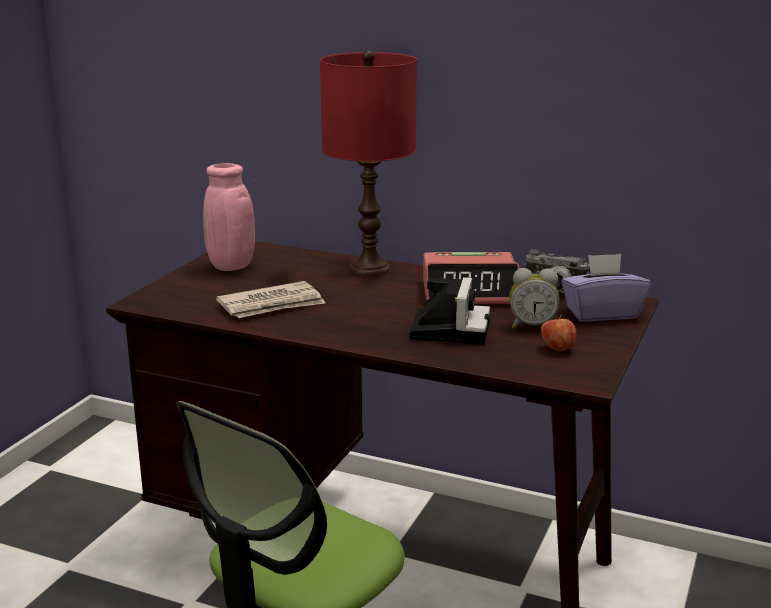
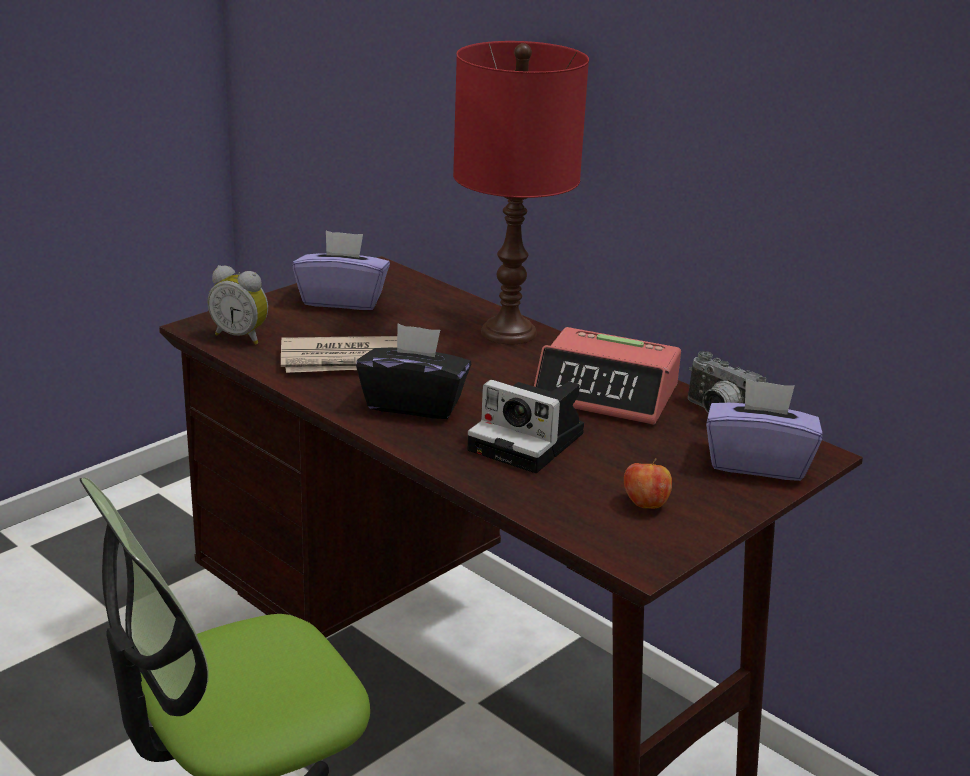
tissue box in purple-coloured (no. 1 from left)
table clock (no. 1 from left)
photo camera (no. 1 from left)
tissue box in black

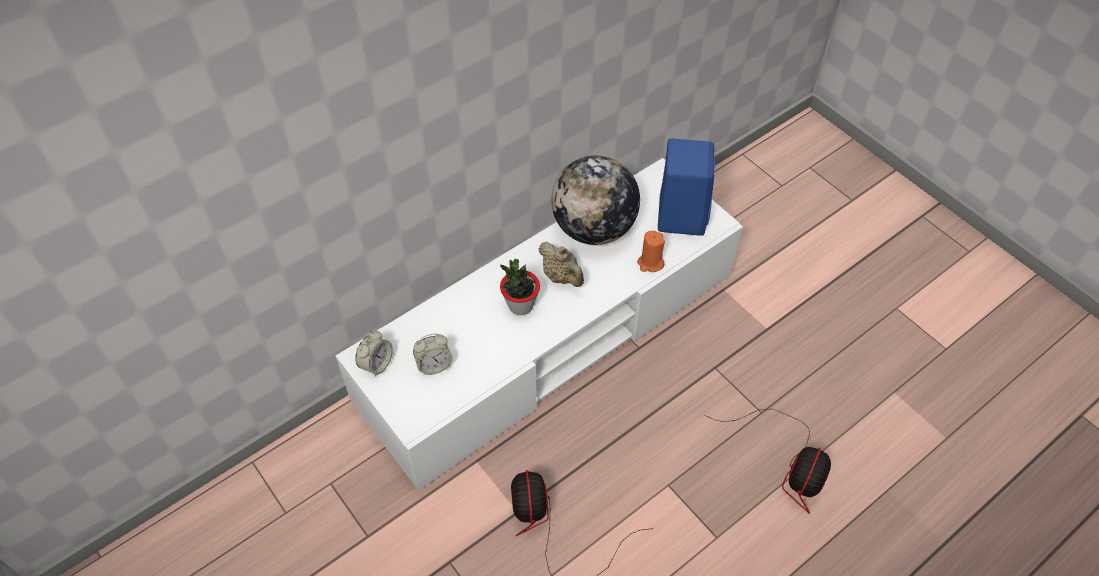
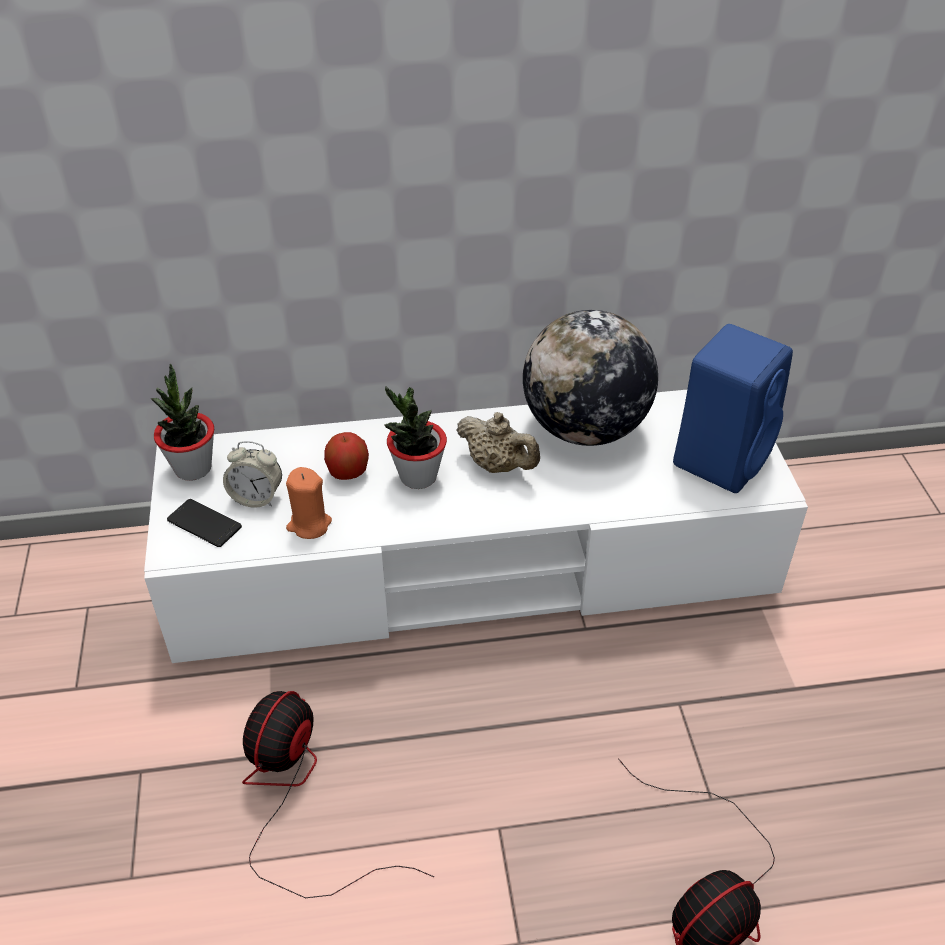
wax light in orangey
tea pot in beige
potted plant (no. 1 from left)
apple fruit
phone

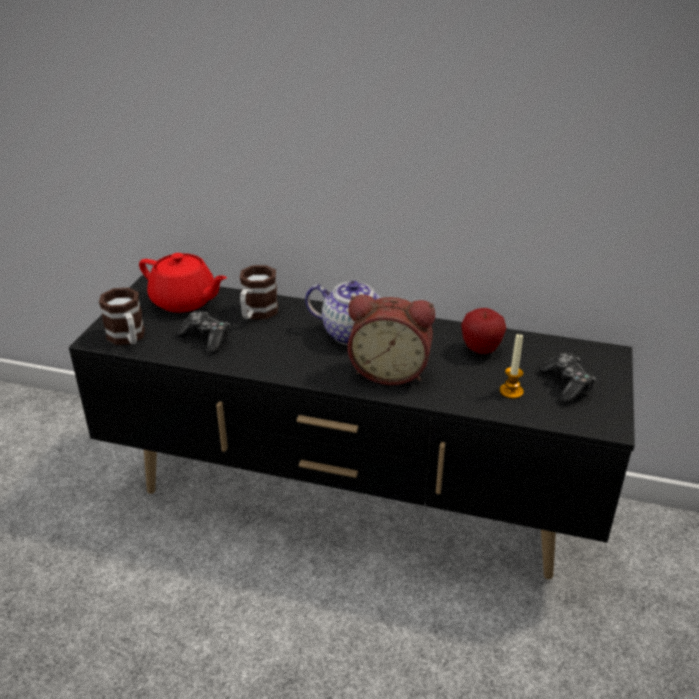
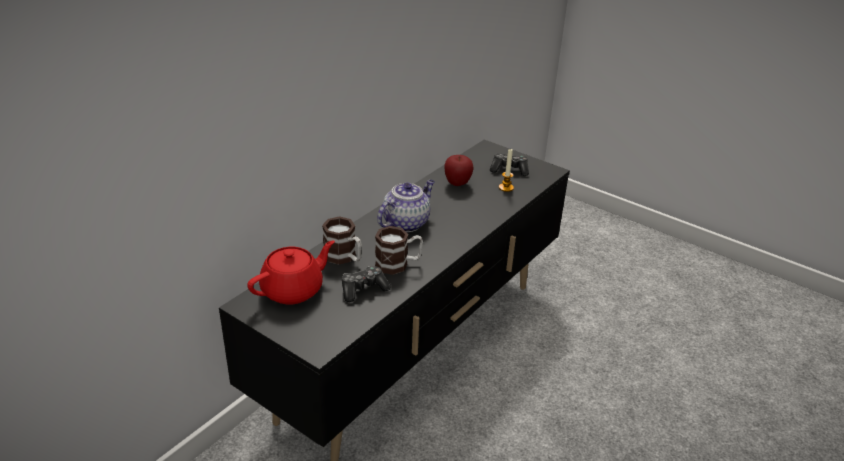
coffee mug (no. 2 from left)
table clock

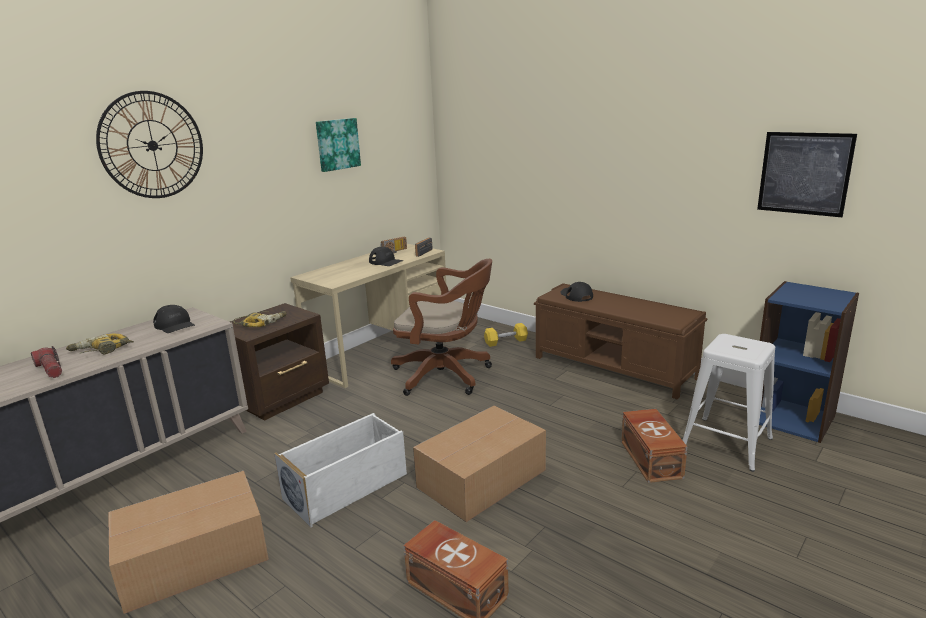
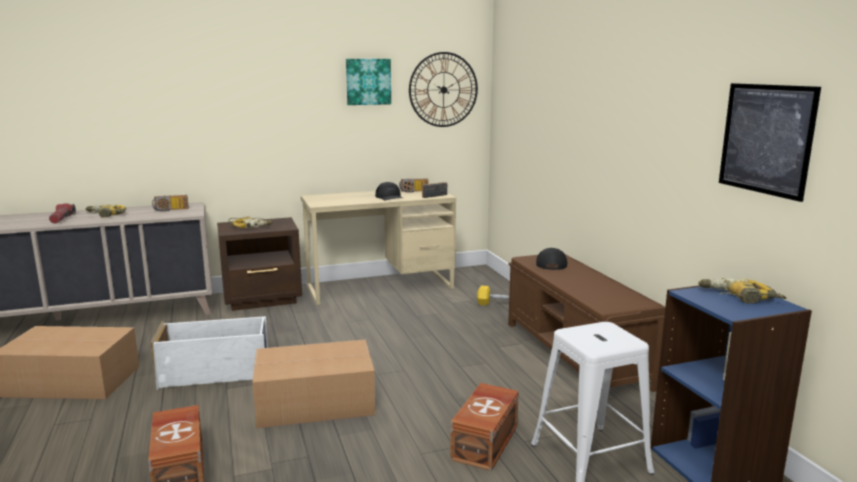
wall clock
desk chair in brown-coloured
radio set (no. 1 from left)
power drill (no. 3 from left)

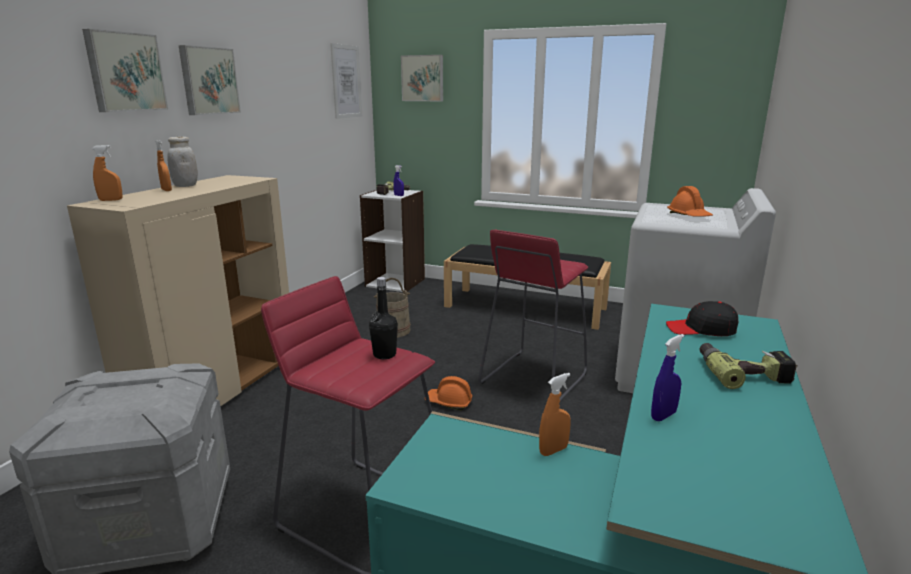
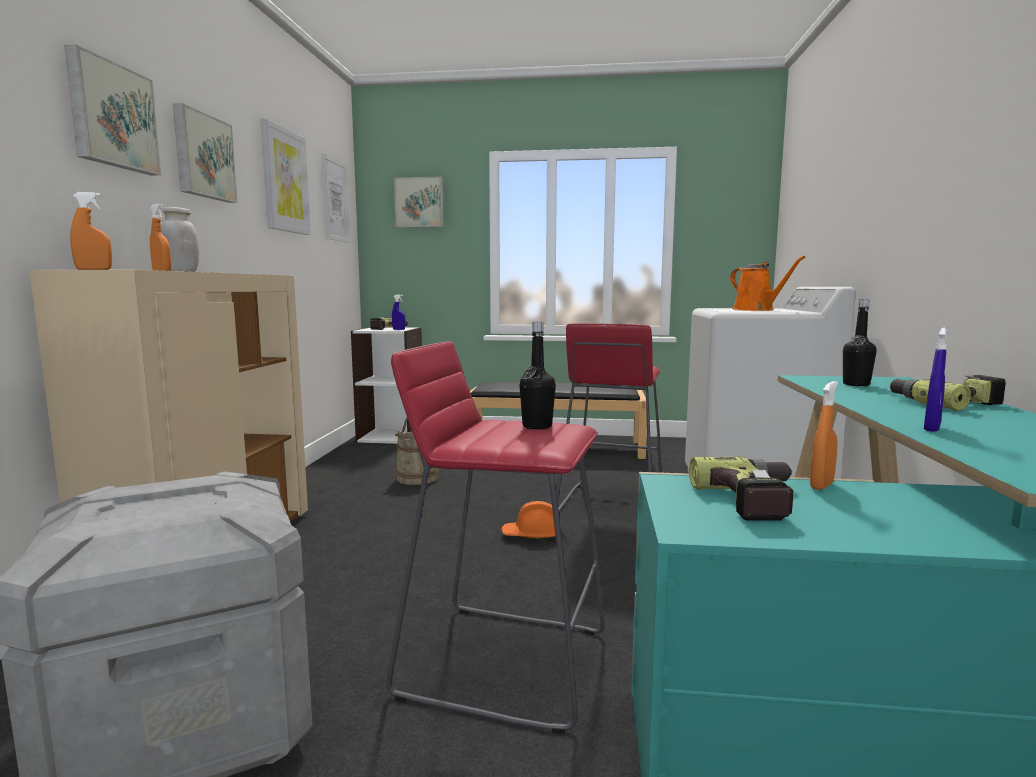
sprinkling can in orangey
beverage bottle in black (no. 2 from left)
wall picture (no. 3 from left)
power drill (no. 2 from left)

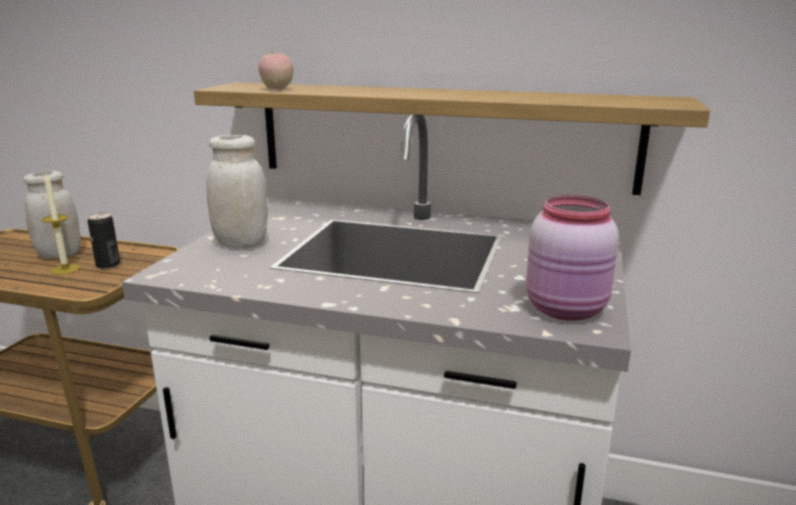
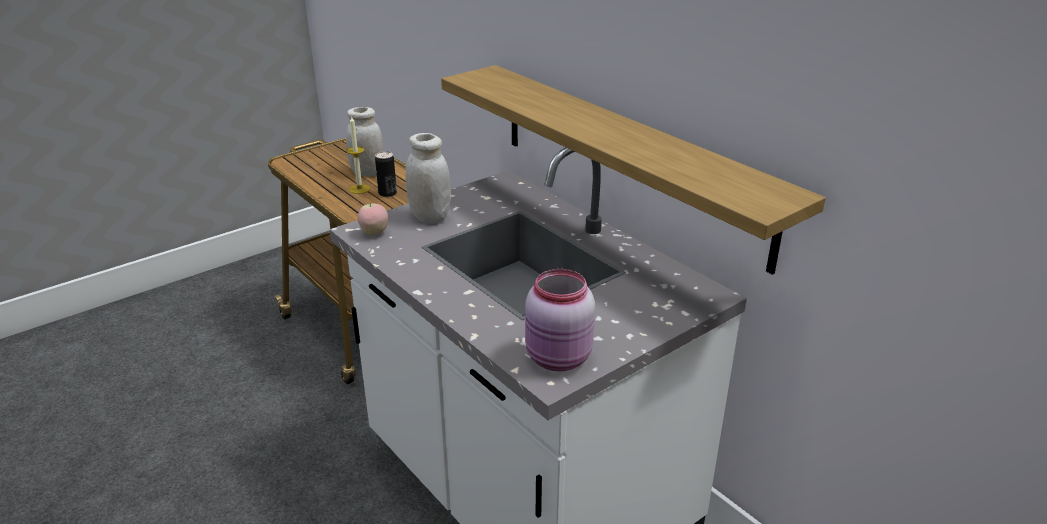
apple fruit

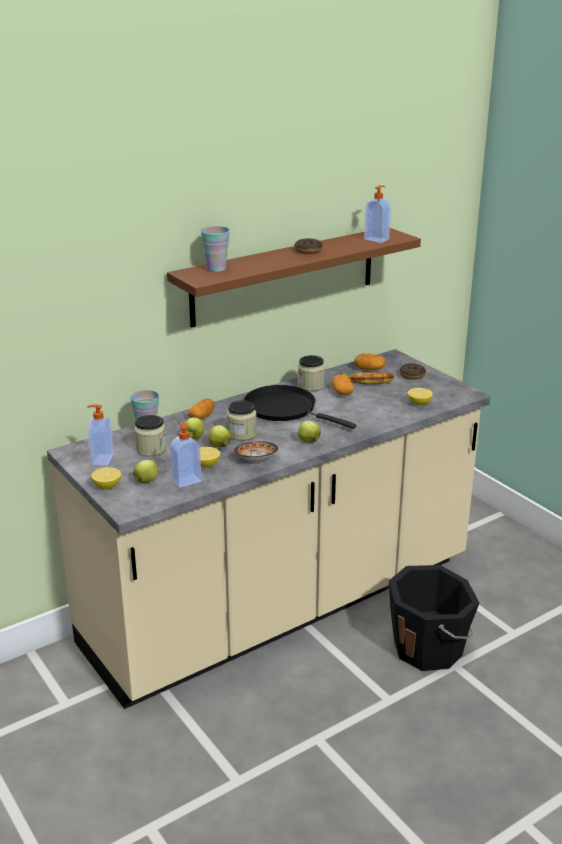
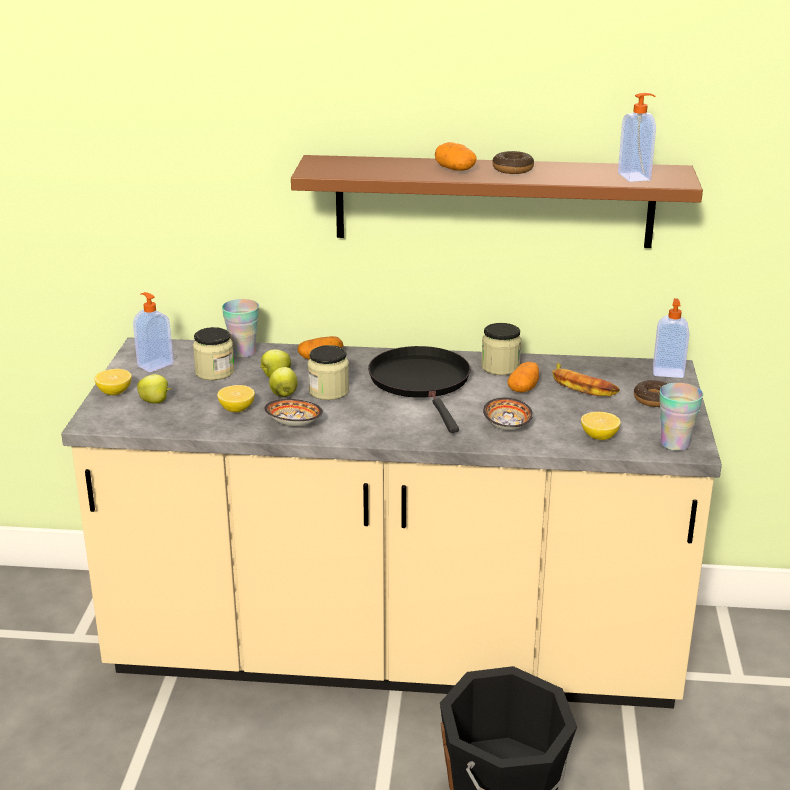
small cup (no. 2 from left)
potato (no. 2 from left)
apple fruit (no. 4 from left in the first image)
liquid soap bottle (no. 3 from left)
bowl (no. 2 from left)

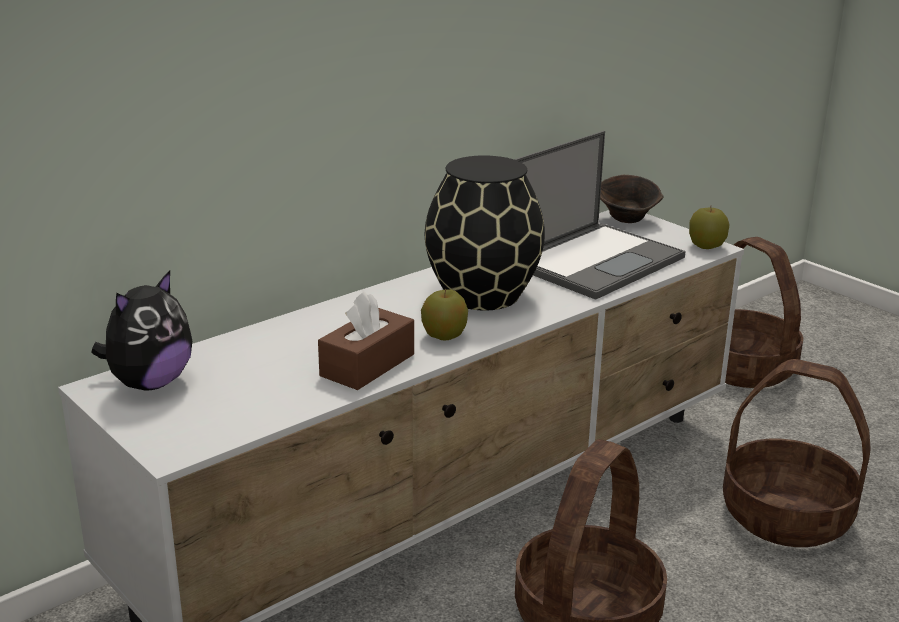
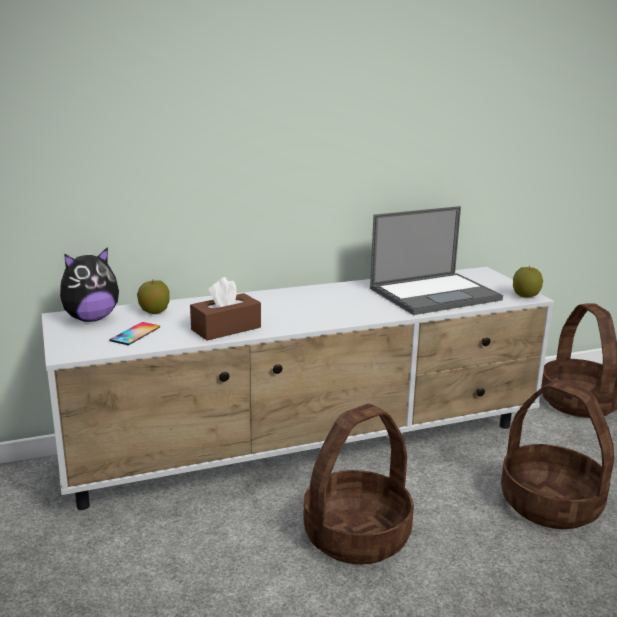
vase in black
bowl in brown-coloured
apple fruit (no. 1 from left)
phone

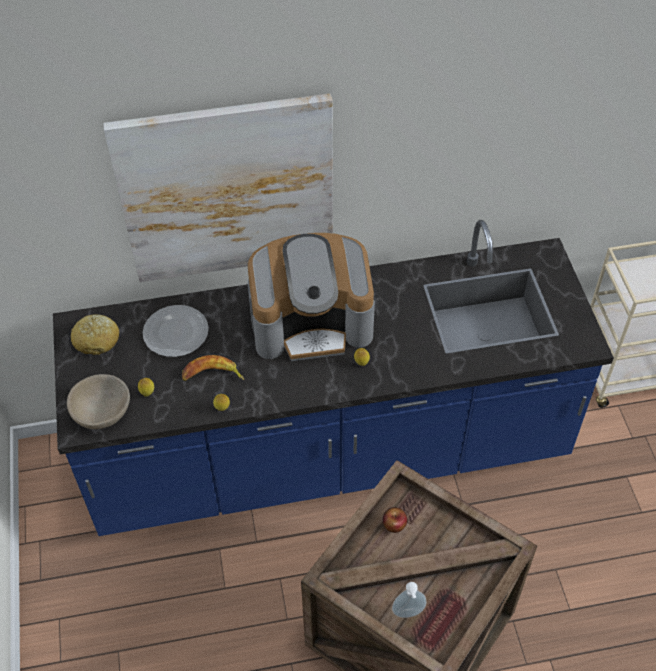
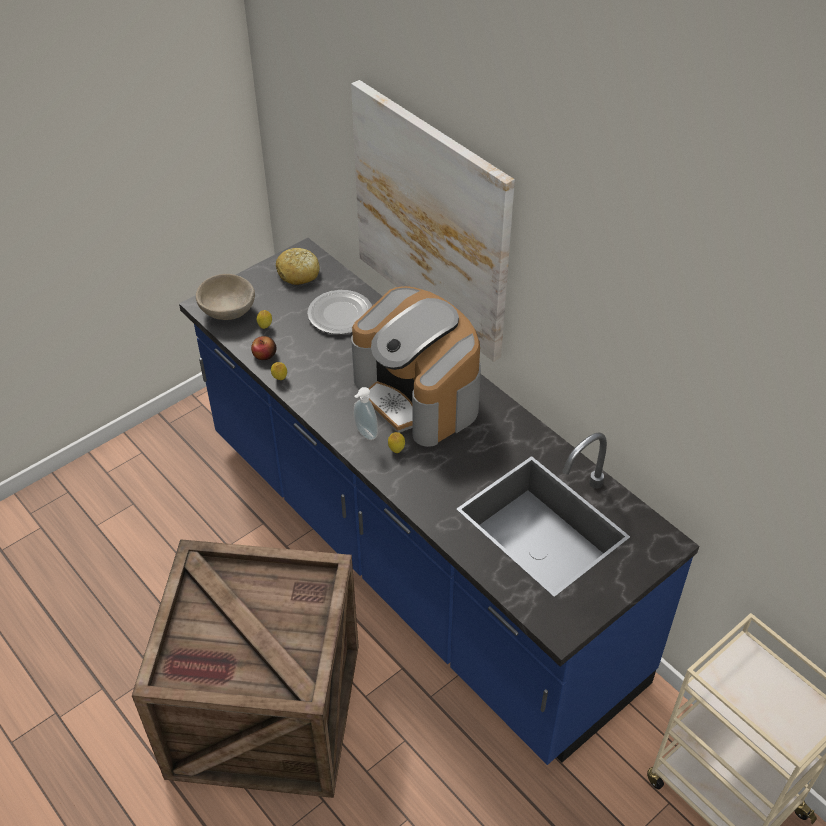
whole banana
apple fruit
liquid soap bottle

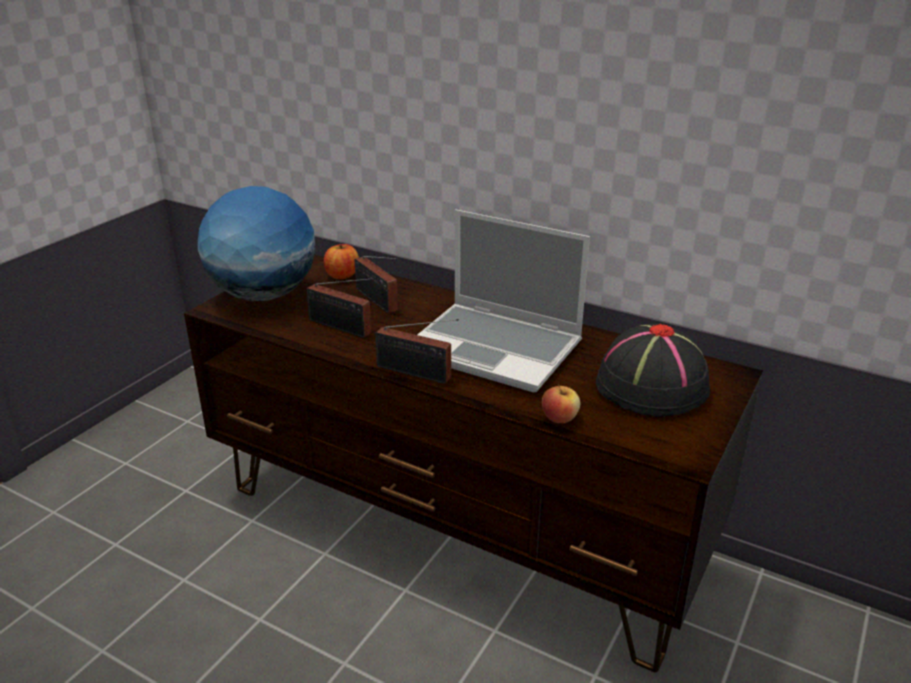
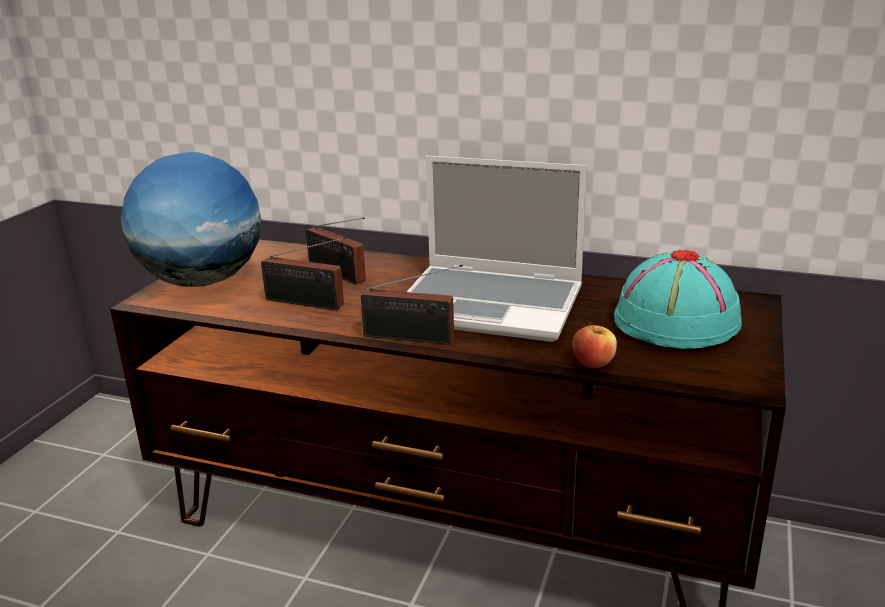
apple fruit (no. 1 from left in the first image)
hat in turquoise

